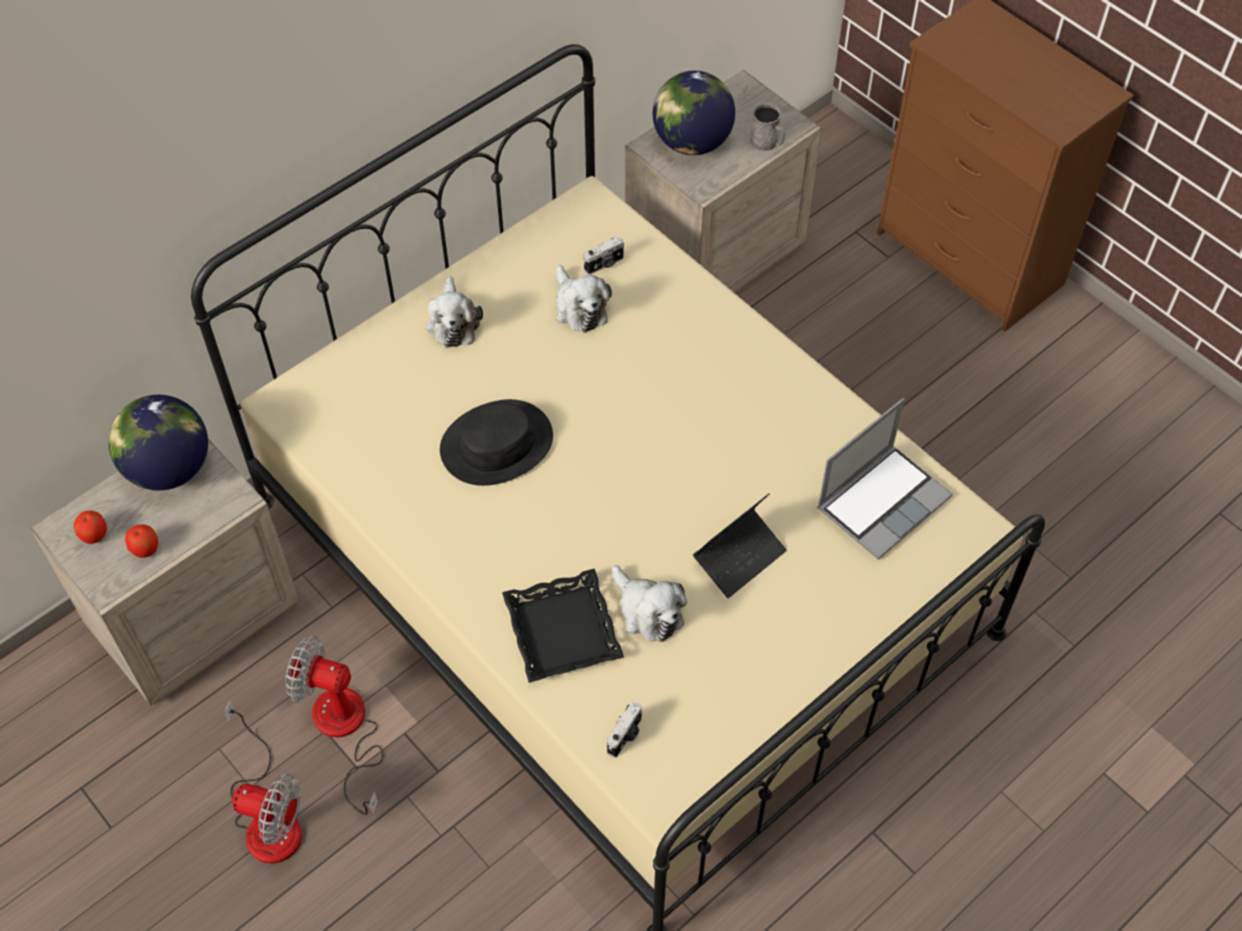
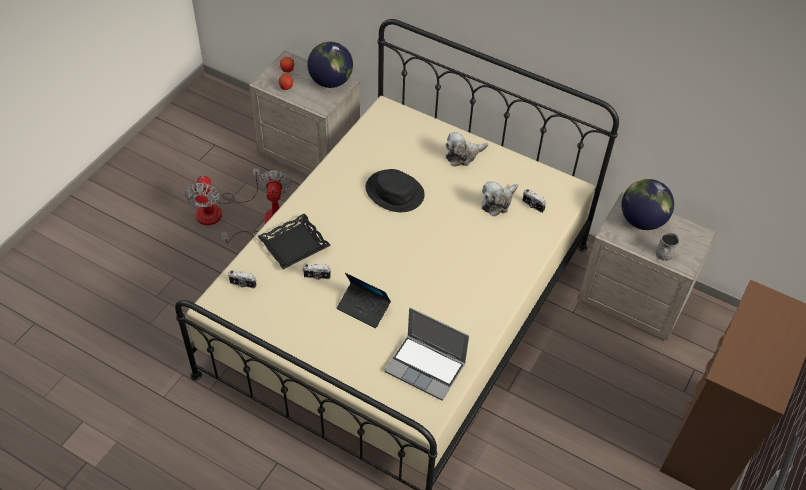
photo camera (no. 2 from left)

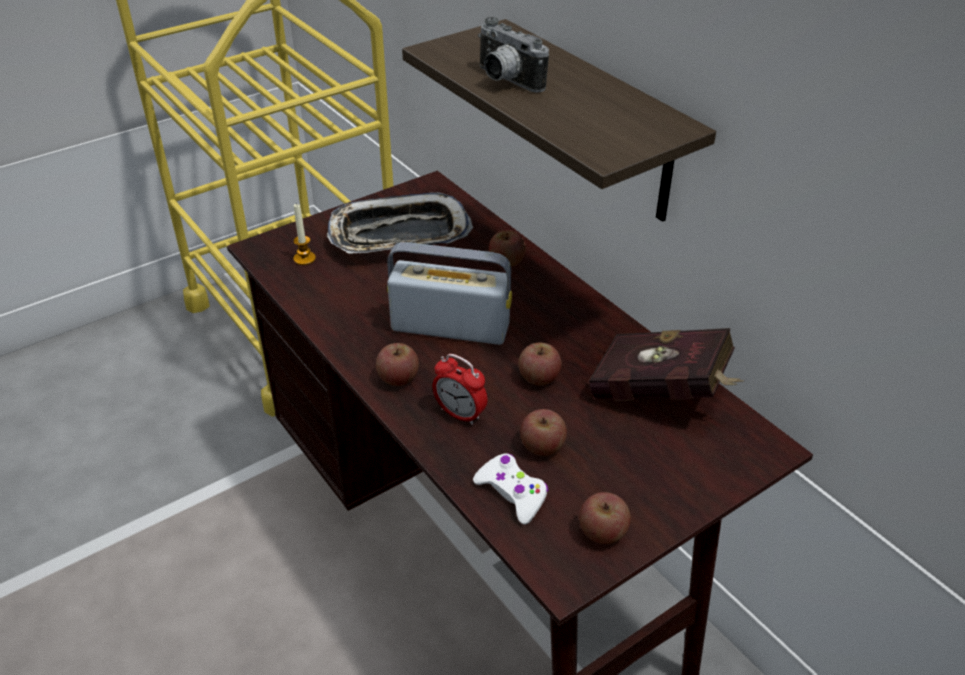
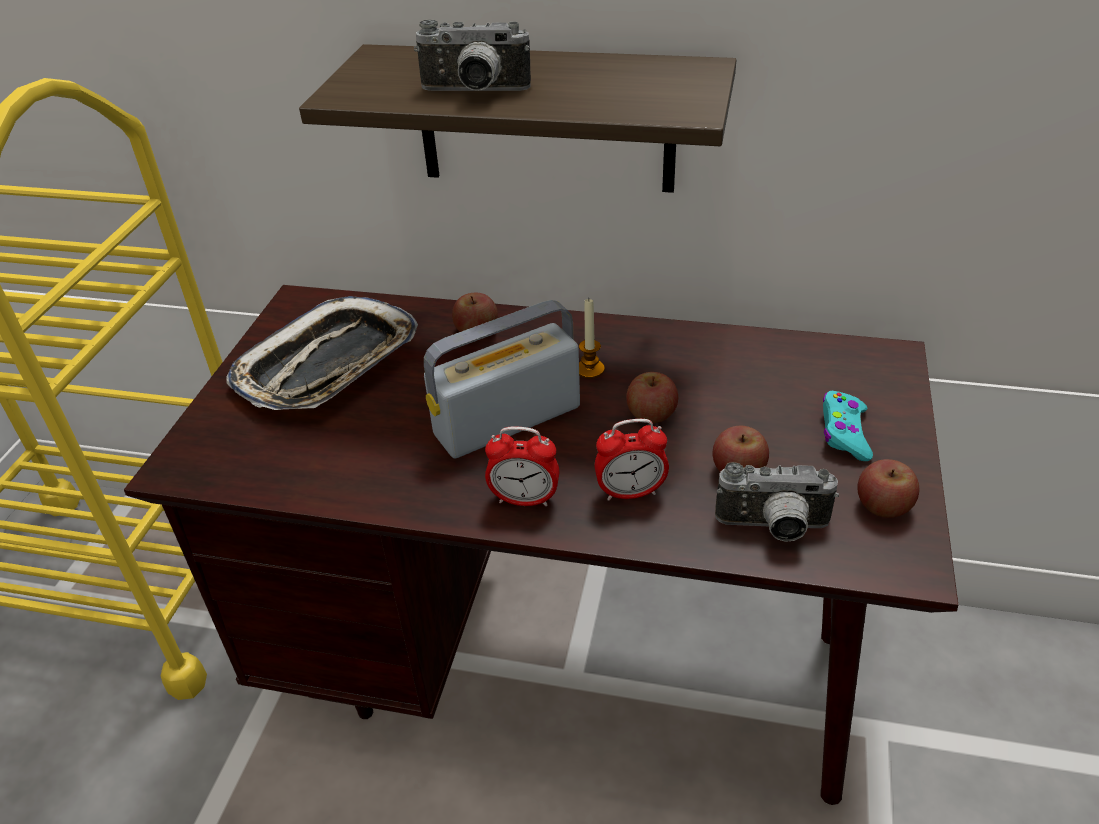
wax light
volume in red-coloured
table clock (no. 1 from left)
photo camera (no. 2 from left)
joypad in turquoise

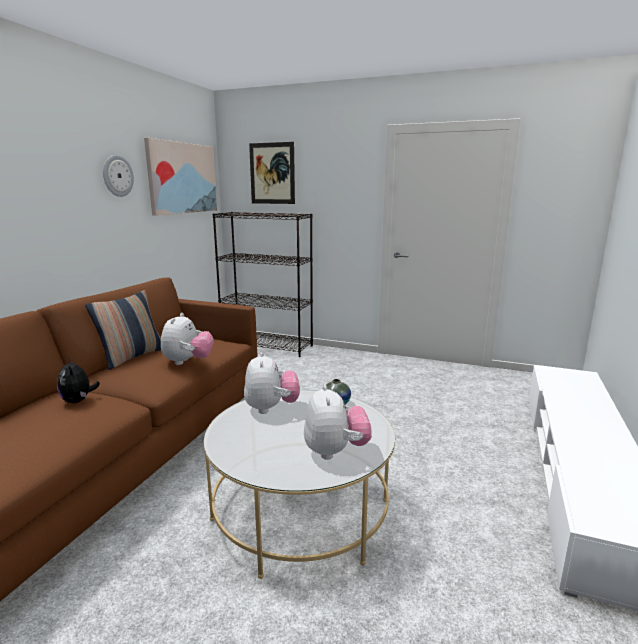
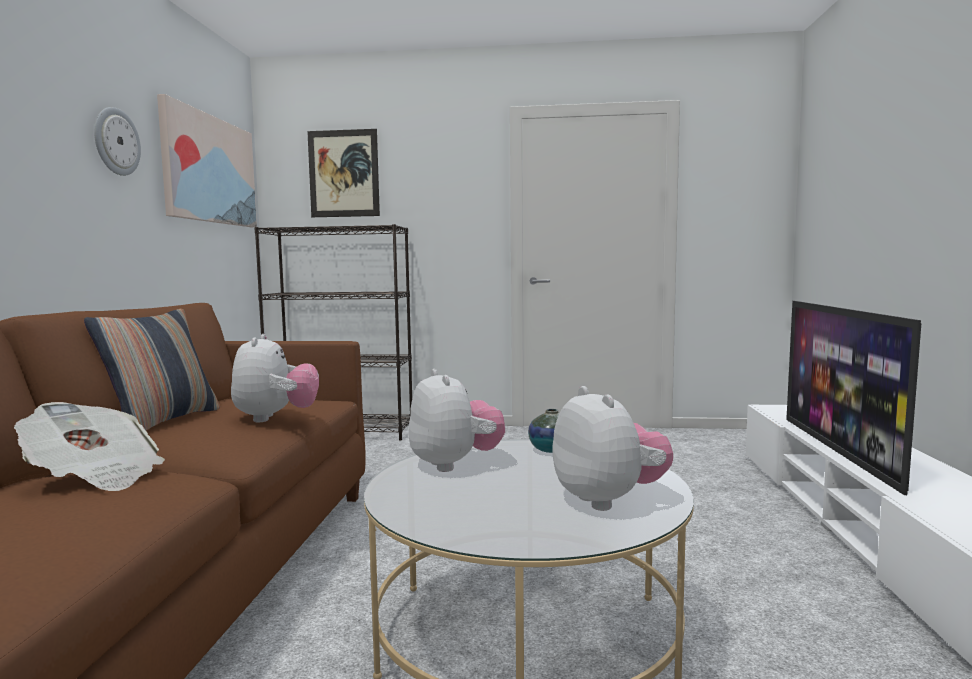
printed paper
TV

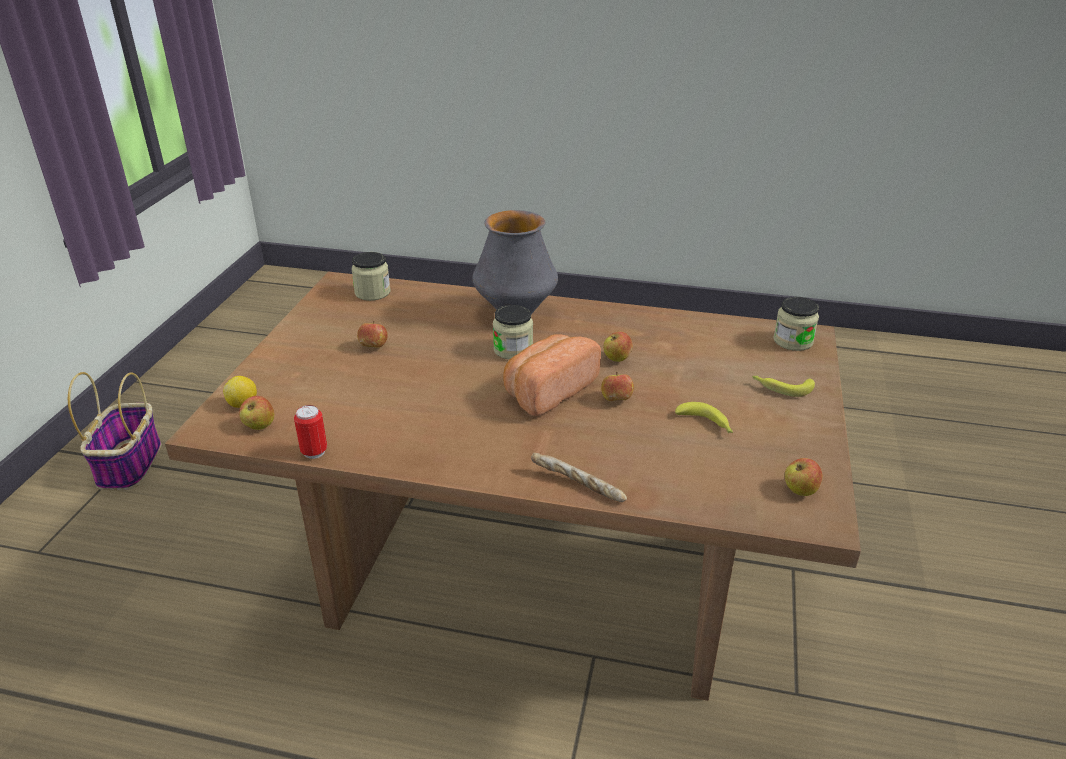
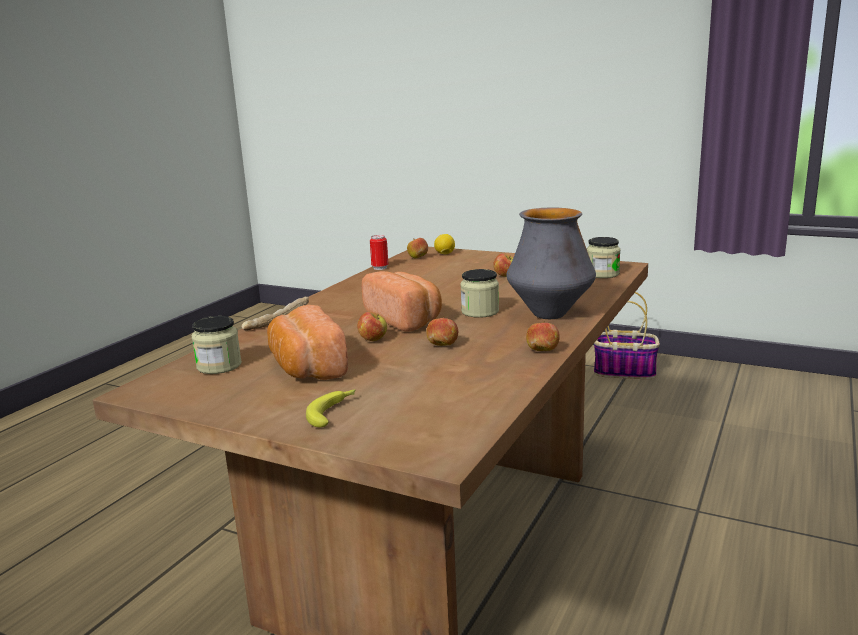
storage jar (no. 1 from left)
bread (no. 2 from left)
apple fruit (no. 5 from left)

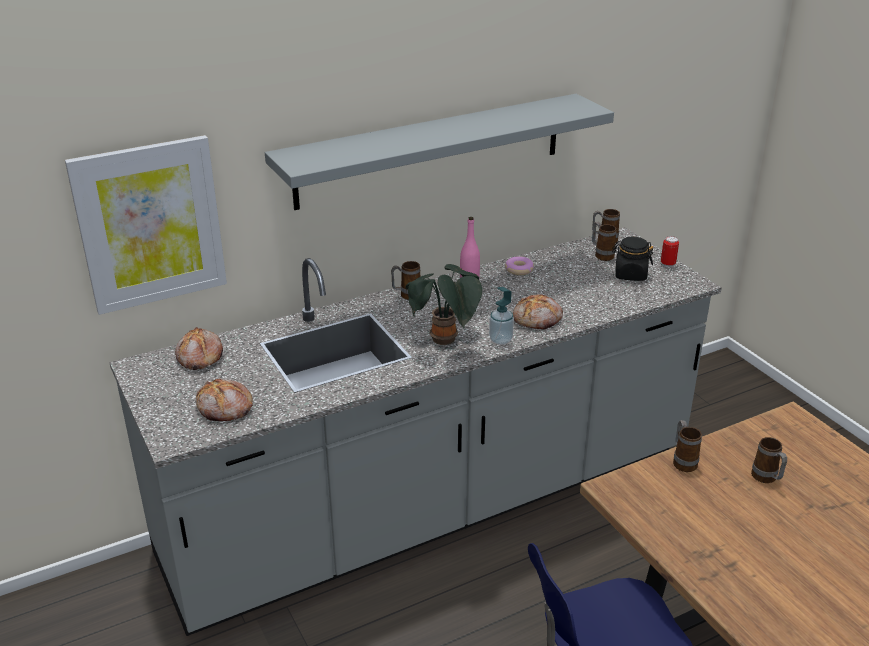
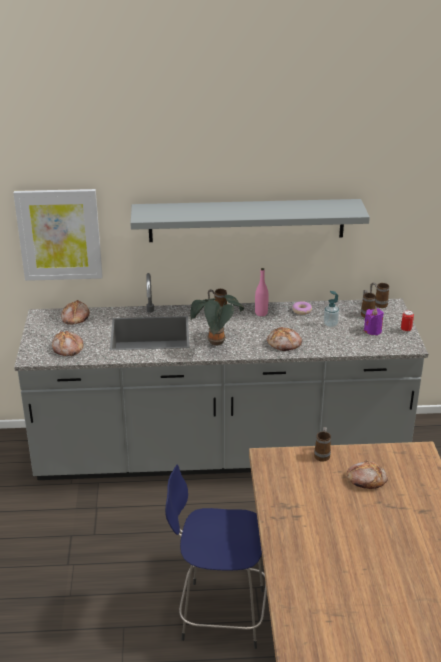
wax light in purple-coloured
liquid soap bottle
bread (no. 4 from left)

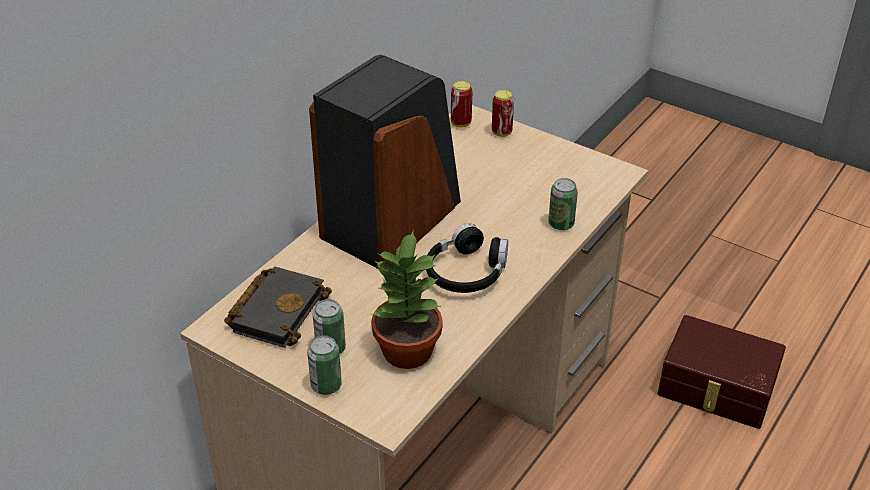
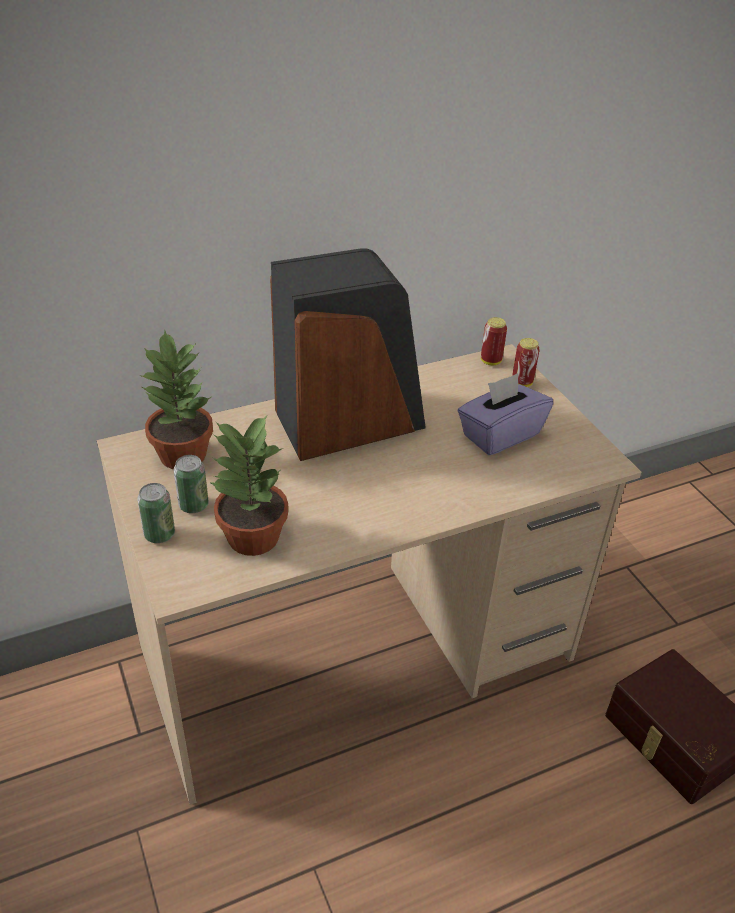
can (no. 5 from left in the first image)
headphones in black
potted plant (no. 1 from left)
tissue box in purple-coloured

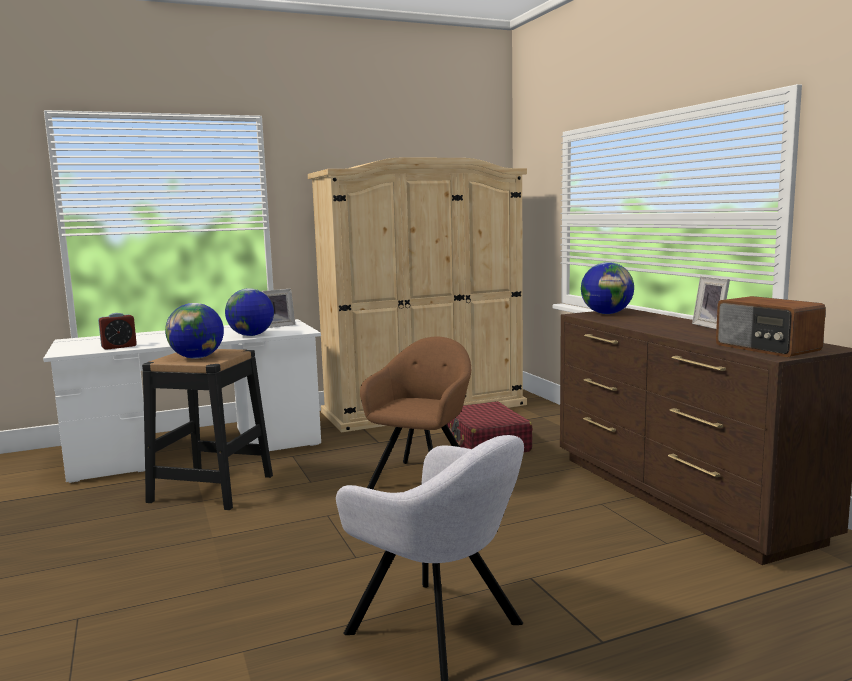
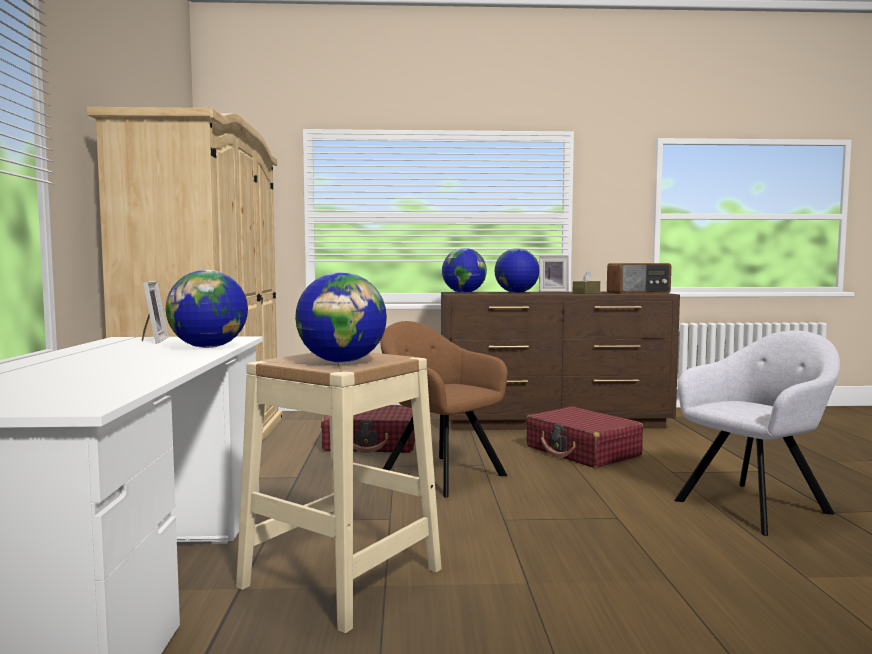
table clock
stool in beige
globe (no. 4 from left)
tissue box in brown-coloured
piece of luggage in red-coloured (no. 2 from left)

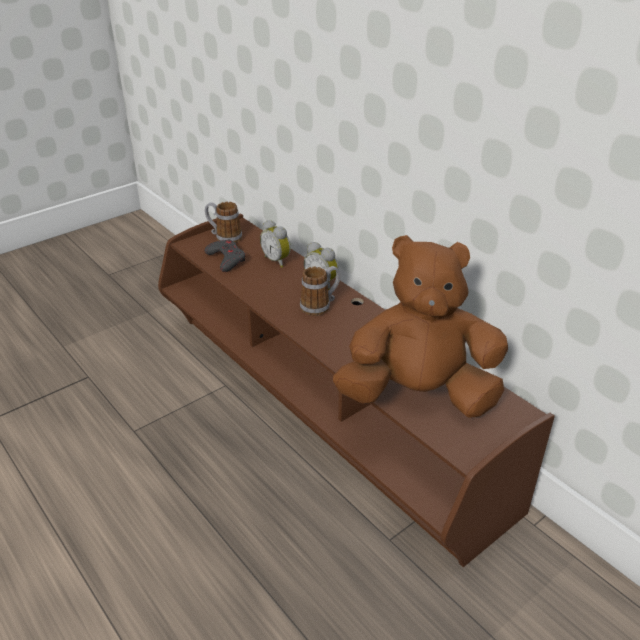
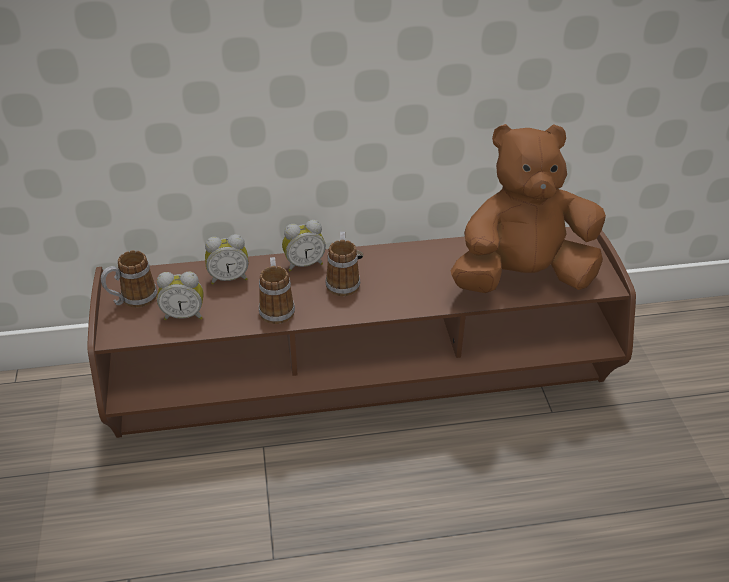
cuddly toy in brown-coloured
table clock (no. 1 from left)
coffee mug (no. 2 from left)

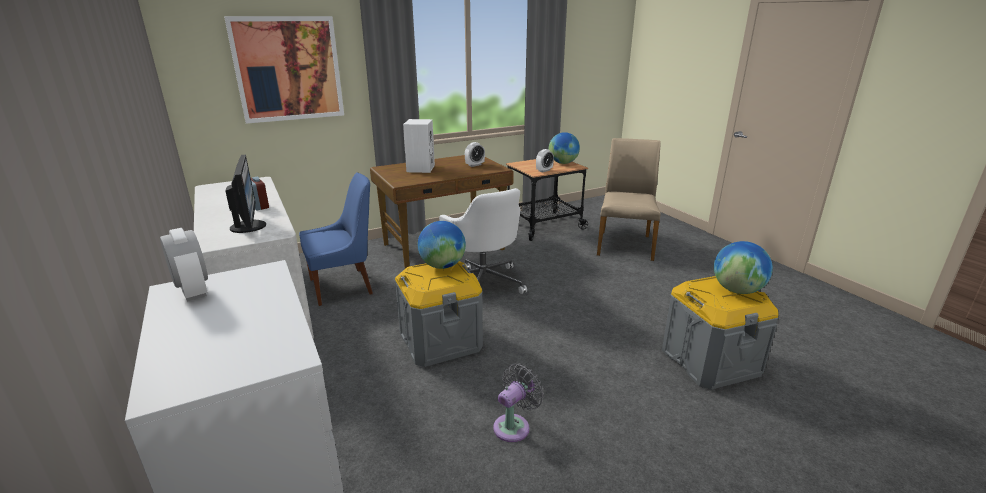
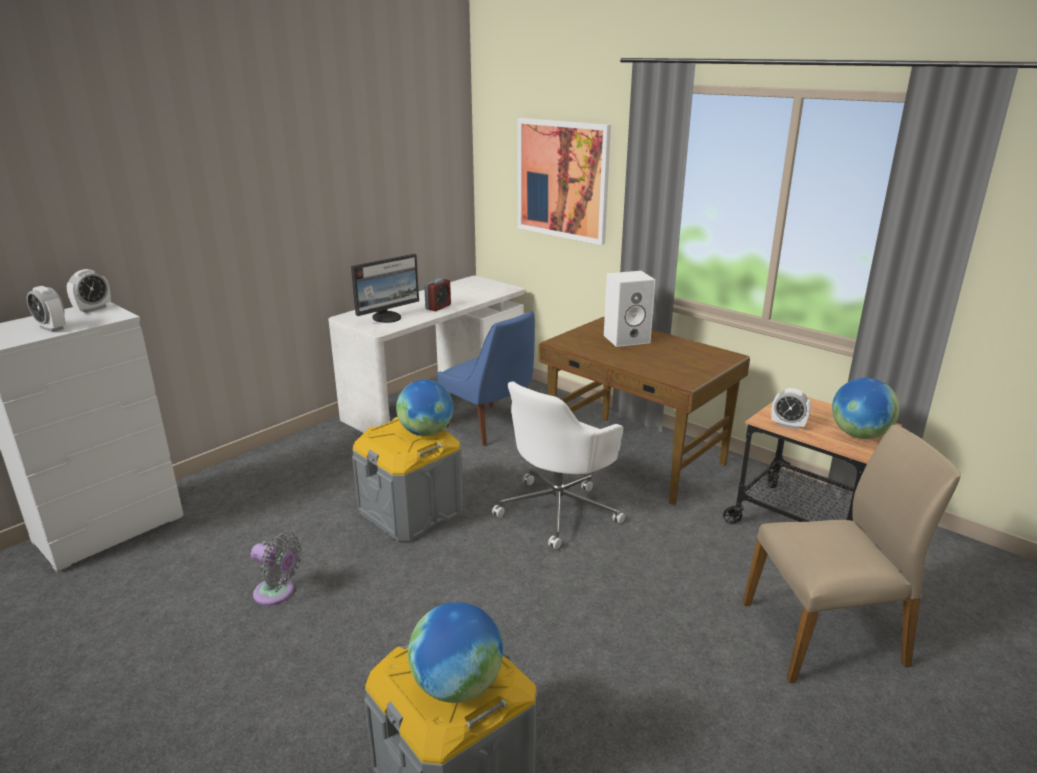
table clock (no. 1 from left)

